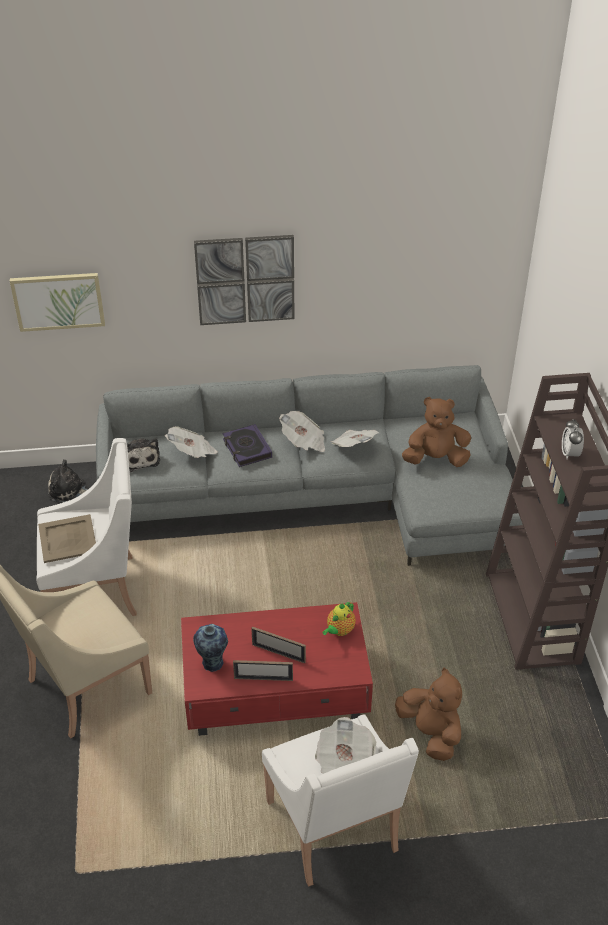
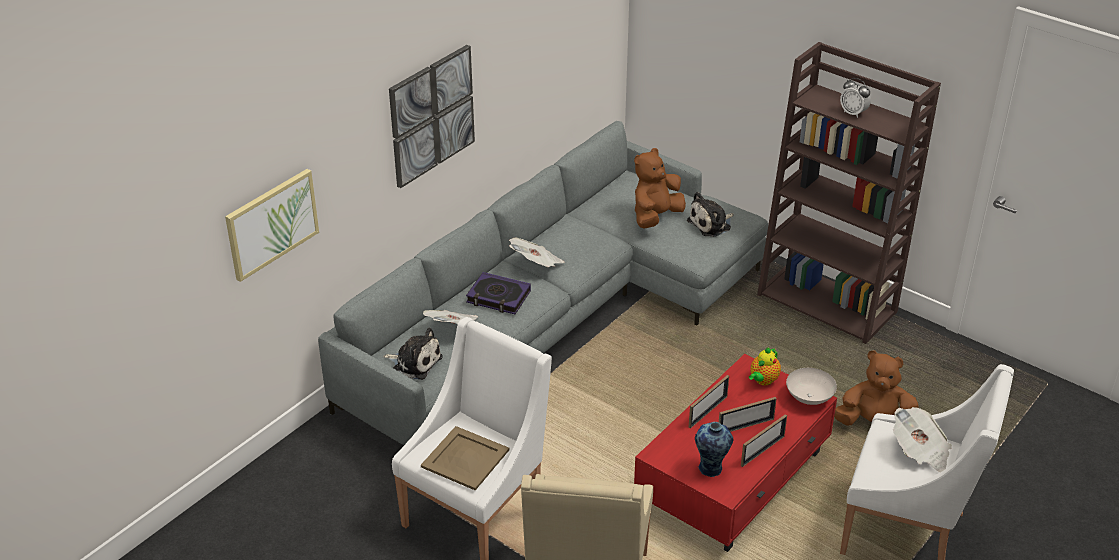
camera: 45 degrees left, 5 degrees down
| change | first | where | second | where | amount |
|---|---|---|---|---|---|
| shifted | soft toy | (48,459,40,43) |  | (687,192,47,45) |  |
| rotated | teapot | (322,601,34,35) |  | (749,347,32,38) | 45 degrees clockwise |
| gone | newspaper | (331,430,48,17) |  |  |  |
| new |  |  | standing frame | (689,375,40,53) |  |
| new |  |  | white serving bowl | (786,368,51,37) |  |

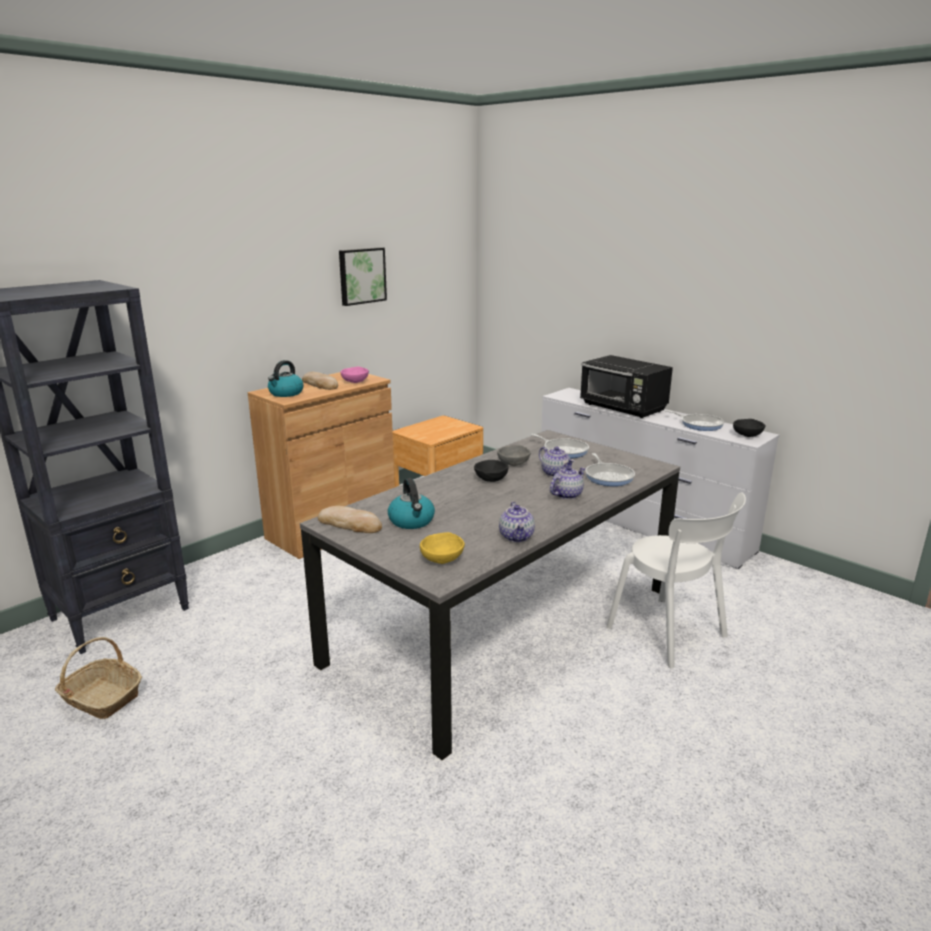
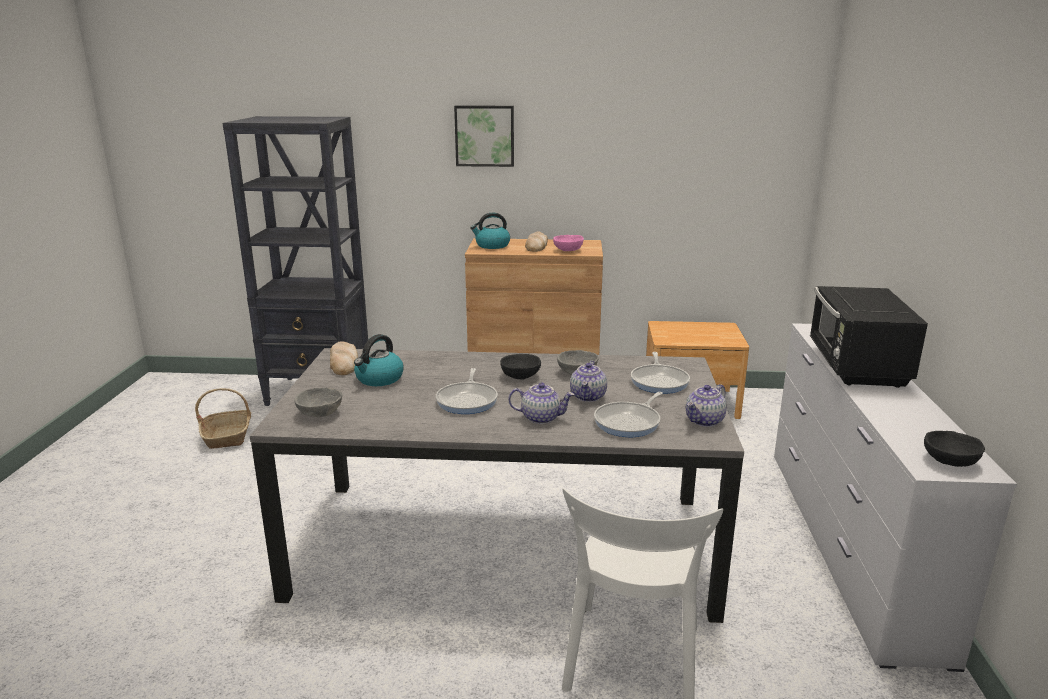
camera: 50 degrees right, 0 degrees up
| change | first | where | second | where | amount |
|---|---|---|---|---|---|
| shifted | wall art | (339,247,48,59) |  | (454,105,60,62) |  |
| repainted | yellow-coloured serving bowl | (420,532,45,32) | grey serving bowl | (295,387,47,30) |  |
| shifted | teapot | (499,502,36,40) |  | (686,384,41,43) |  |
| shifted | frying pan | (665,410,59,21) |  | (436,368,62,46) |  |

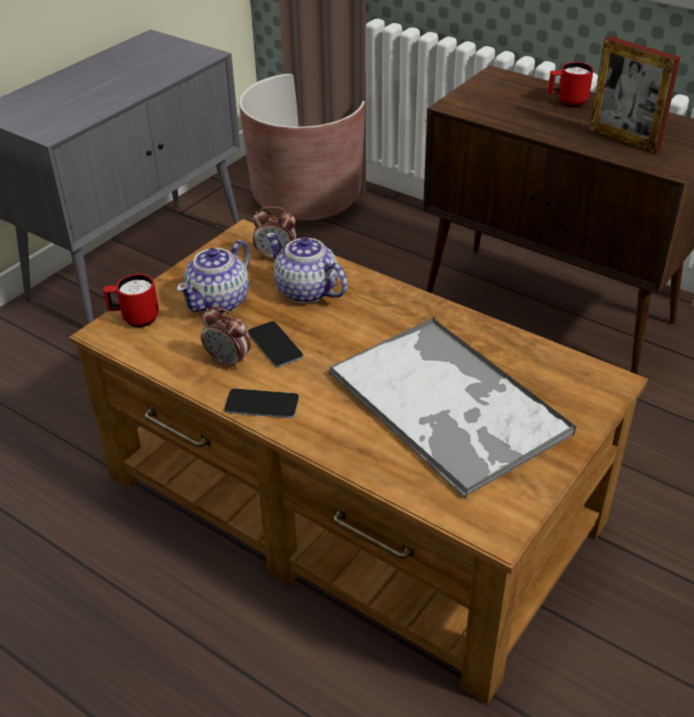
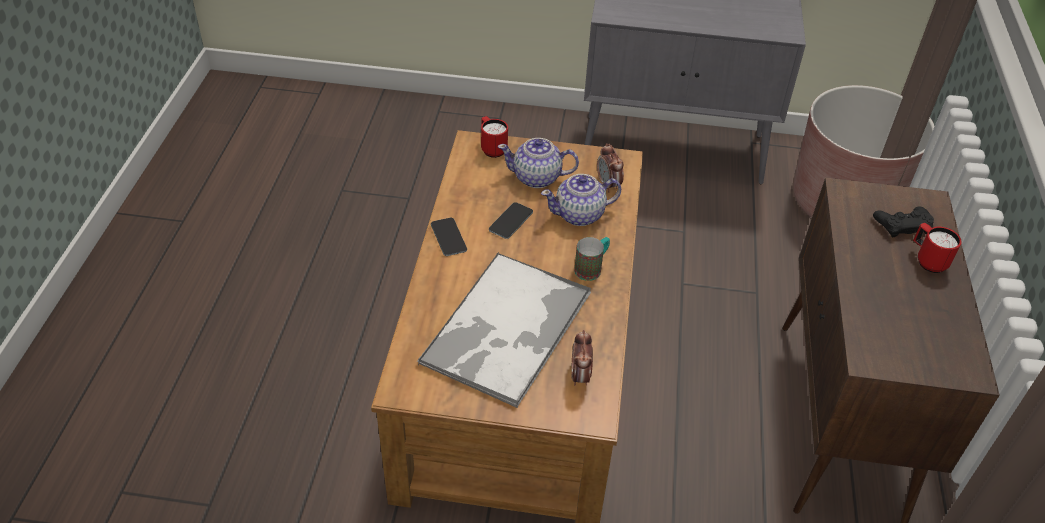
camera: 60 degrees right, 5 degrees up
| change | first | where | second | where | amount |
|---|---|---|---|---|---|
| shifted | bedside clock | (201,306,50,64) |  | (571,330,22,56) |  |
| rotated | teapot | (266,233,82,70) |  | (541,174,80,52) | 120 degrees counterclockwise |
| gone | standing frame | (590,36,91,117) |  |  |  |
| new |  |  | tea mug | (574,237,36,44) |  |
| new |  |  | black game controller | (873,206,61,31) |  |

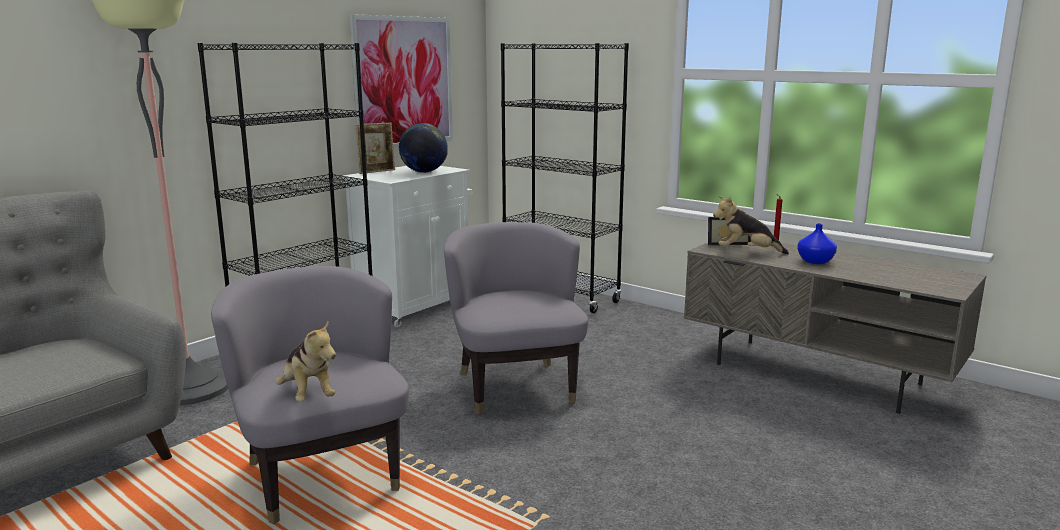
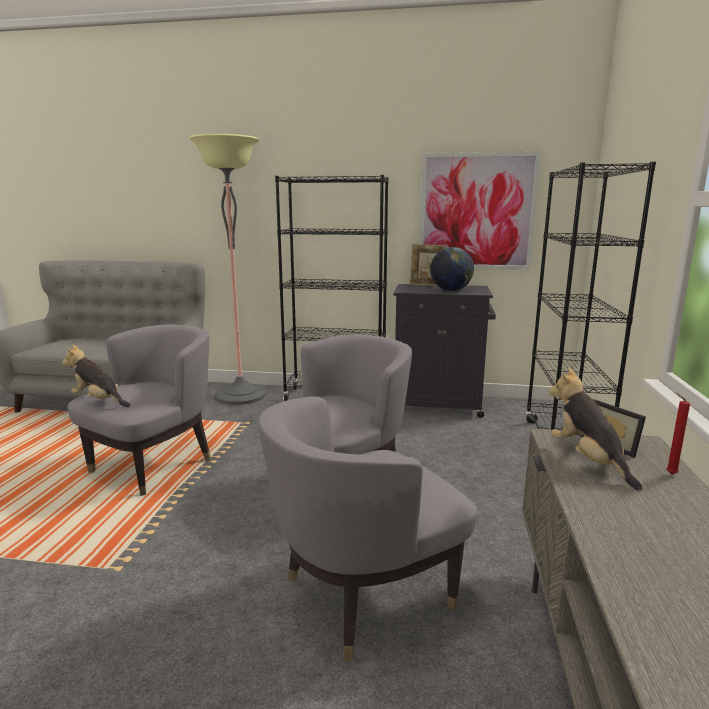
camera: 60 degrees right, 0 degrees up
| change | first | where | second | where | amount |
|---|---|---|---|---|---|
| rotated | soft toy | (275,320,61,81) |  | (62,344,68,63) | 90 degrees clockwise |
| repainted | white cupboard | (342,166,130,162) | black cupboard | (393,284,103,134) |  |
| gone | blue decorative vase | (797,223,40,41) |  |  |  |
| new |  |  | grey lounge chair | (258,396,219,266) |  |

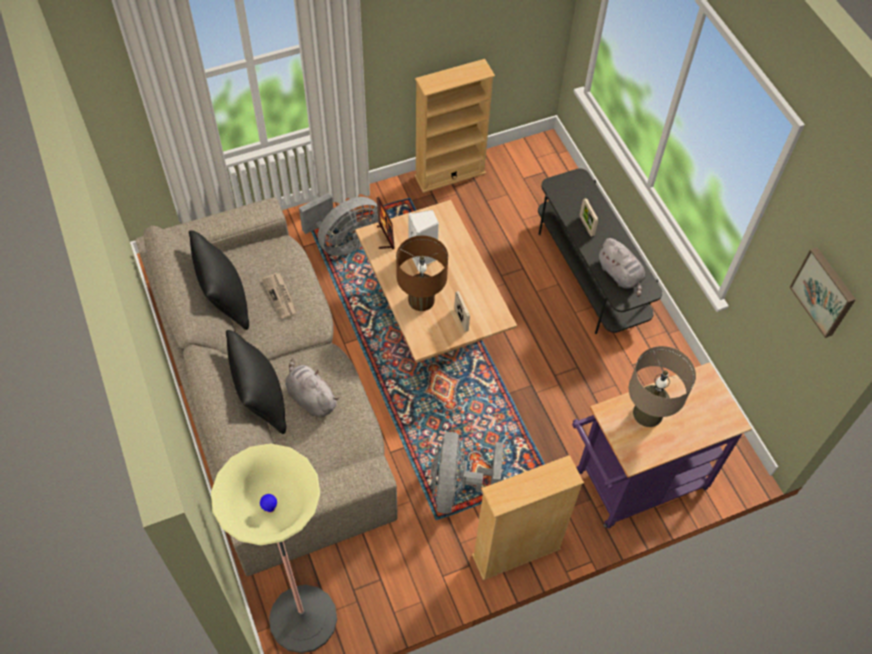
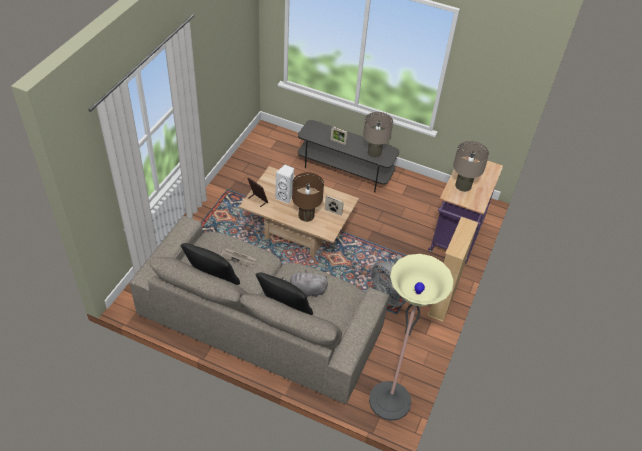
camera: 45 degrees left, 10 degrees down
| change | first | where | second | where | amount |
|---|---|---|---|---|---|
| gone | grey fan | (299,193,79,63) |  |  |  |
| gone | beige-coloured bookshelf | (414,59,81,134) |  |  |  |
| swapped | grey soft toy | (598,238,47,59) | beige-coloured lamp for a table | (363,112,30,46) |  |
| gone | wall art | (790,247,66,91) |  |  |  |

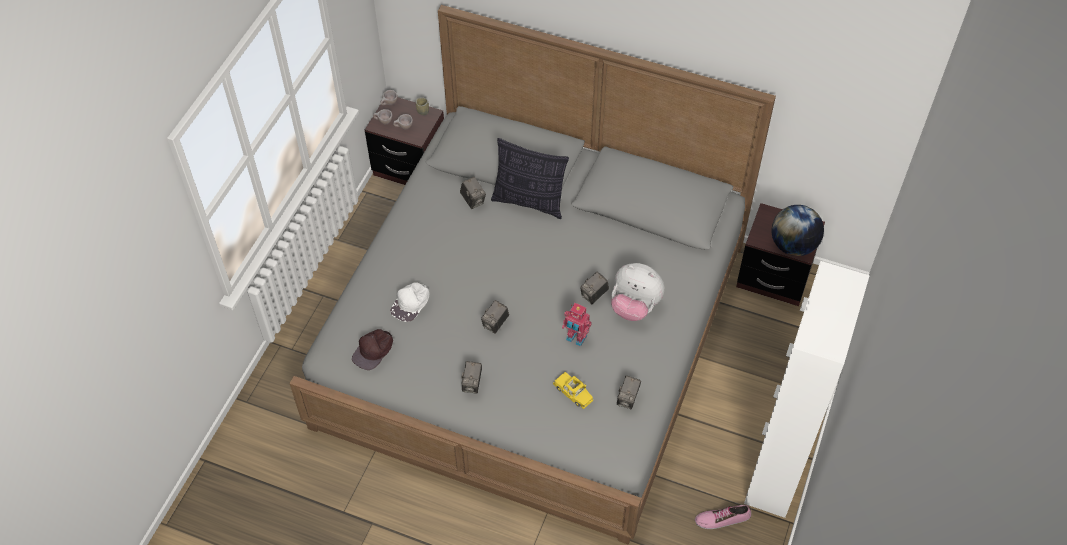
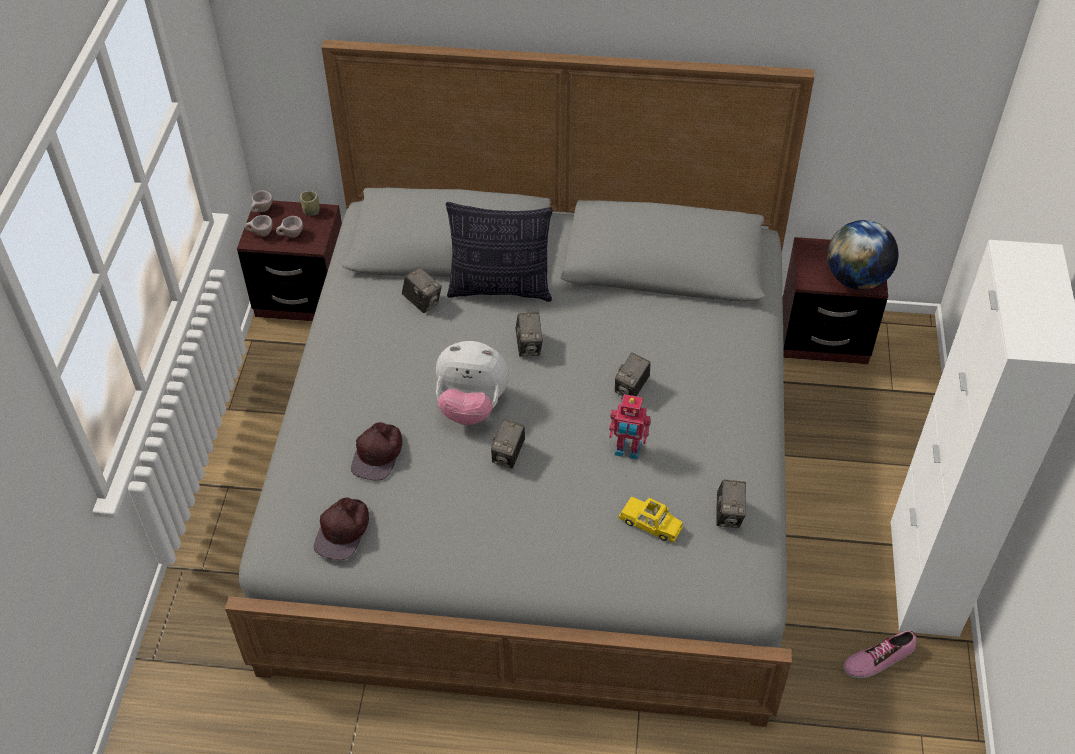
camera: 15 degrees left, 5 degrees down
| change | first | where | second | where | amount |
|---|---|---|---|---|---|
| repainted | white cap | (390,282,40,40) | brown-coloured cap | (351,422,51,58) |  |
| shifted | still camera | (461,361,21,33) |  | (515,313,28,44) |  |
| shifted | soft toy | (611,263,54,58) |  | (436,341,73,84) |  |

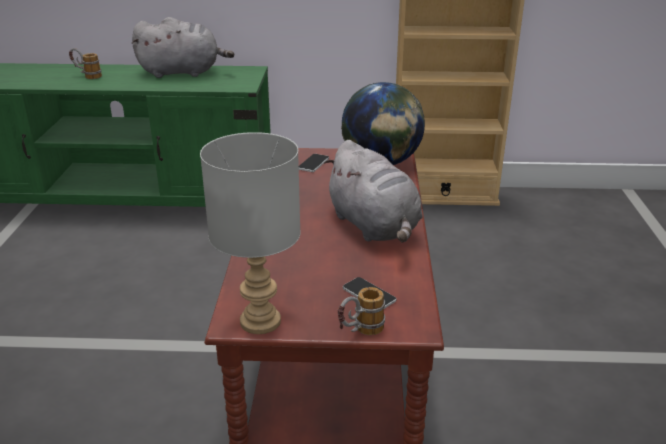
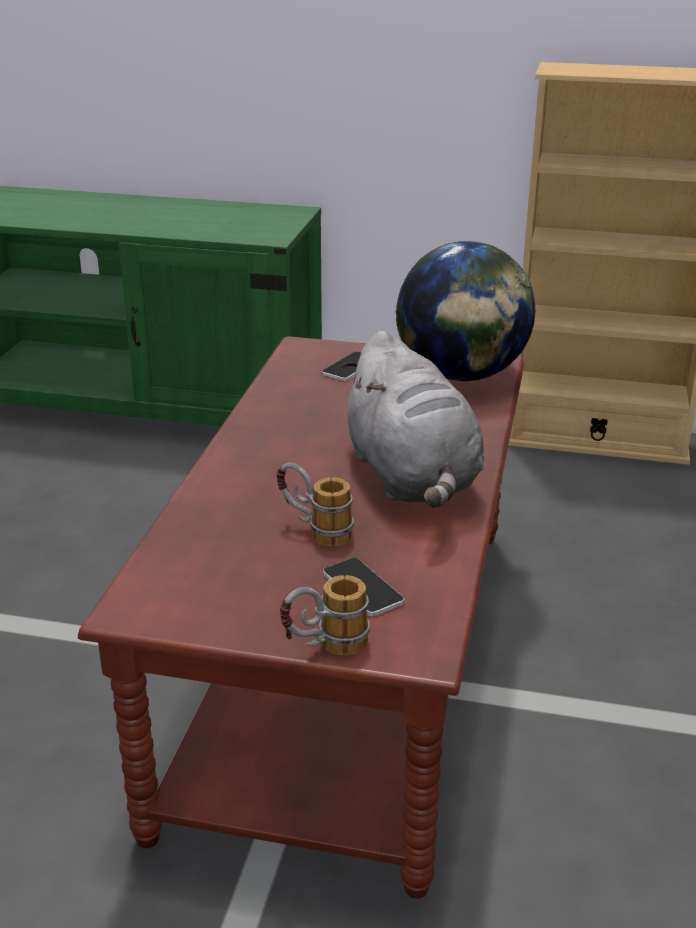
camera: 10 degrees right, 0 degrees up
| change | first | where | second | where | amount |
|---|---|---|---|---|---|
| shifted | tea mug | (69,48,33,31) |  | (277,463,77,84) |  |
| gone | grey soft toy | (132,17,102,61) |  |  |  |
| gone | grey lamp for a table | (200,132,101,202) |  |  |  |

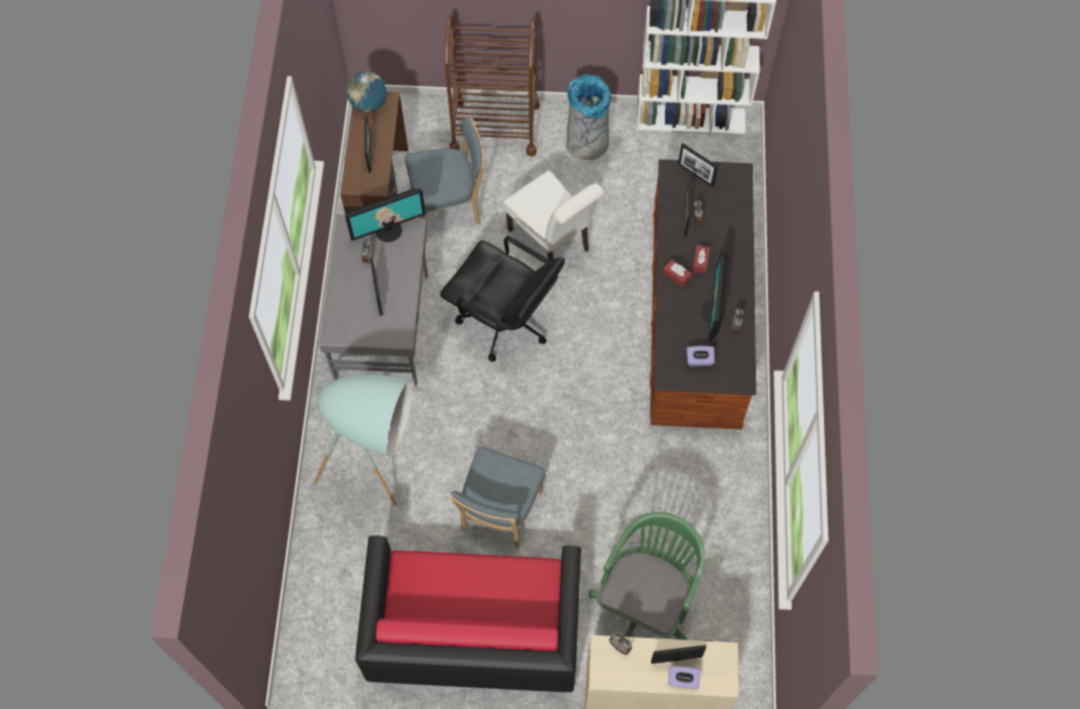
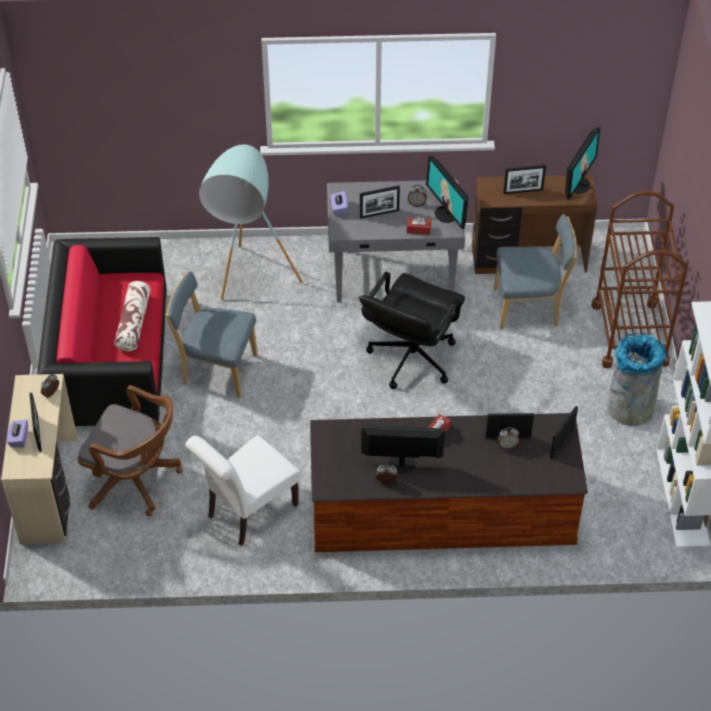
camera: 85 degrees right, 15 degrees down
| change | first | where | second | where | amount |
|---|---|---|---|---|---|
| swapped | globe | (346,72,41,40) | monitor | (565,127,35,73) |  |
| rotated | blue upright chair | (405,116,80,108) |  | (494,214,83,116) | 75 degrees counterclockwise |
| shifted | white upright chair | (503,170,101,91) |  | (185,435,116,111) |  |
| repainted | green desk chair | (589,512,116,128) | brown-coloured desk chair | (78,385,105,131) |  |
| shifted | purple tissue holder | (687,346,28,20) |  | (331,191,17,24) |  |
| shifted | reddish tissue holder | (692,245,18,29) |  | (407,216,24,19) |  |
| new |  |  | throw pillow | (114,281,37,70) |  |

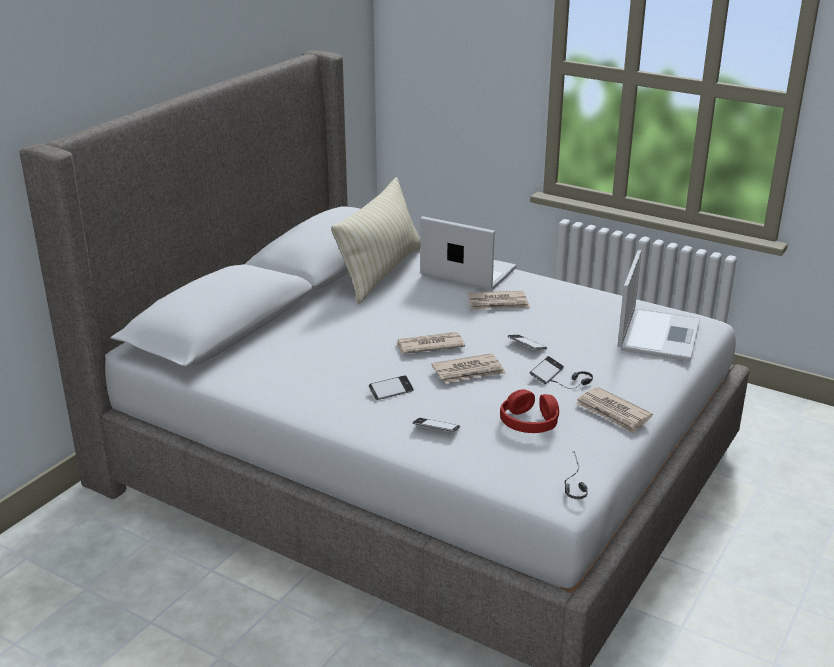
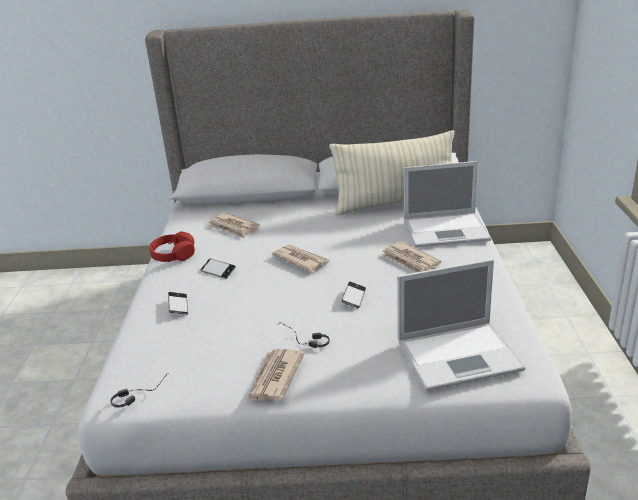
camera: 60 degrees right, 0 degrees up
| change | first | where | second | where | amount |
|---|---|---|---|---|---|
| rotated | notebook computer | (420,216,97,75) |  | (404,161,87,87) | 90 degrees clockwise |
| shifted | newspaper | (431,353,75,30) |  | (208,213,52,25) |  |
| shifted | reddish headphones | (500,389,59,44) |  | (149,232,46,30) |  |
| gone | telephone | (530,356,34,28) |  |  |  |

